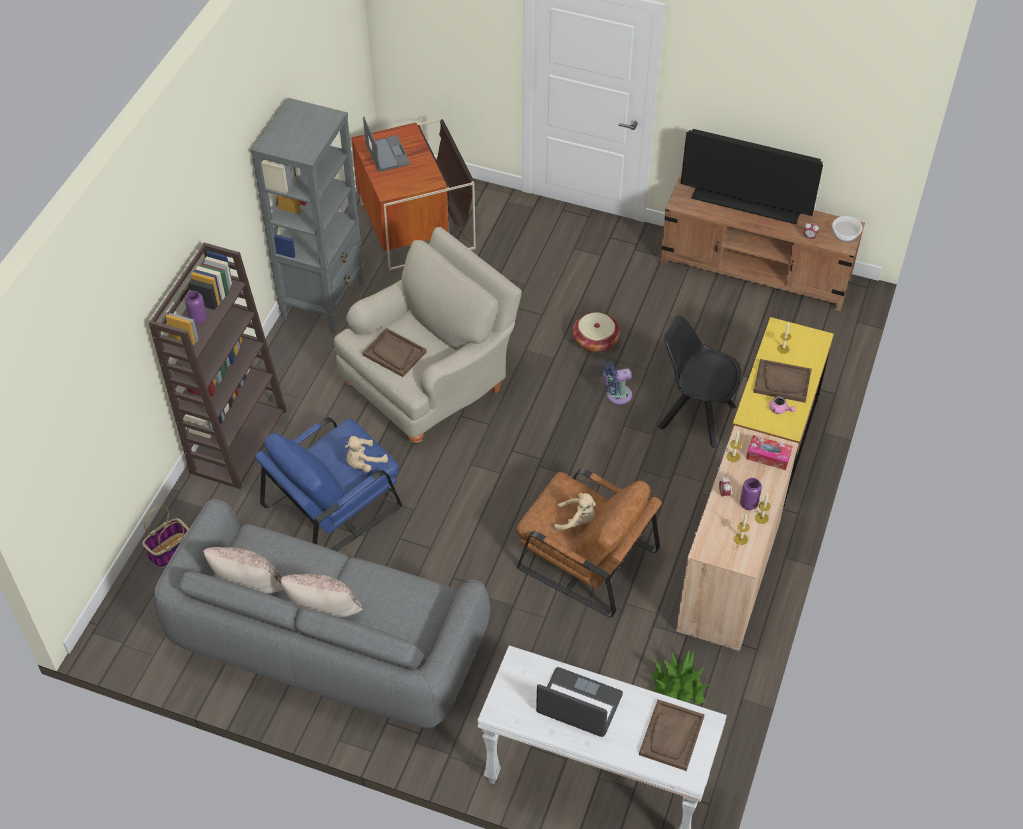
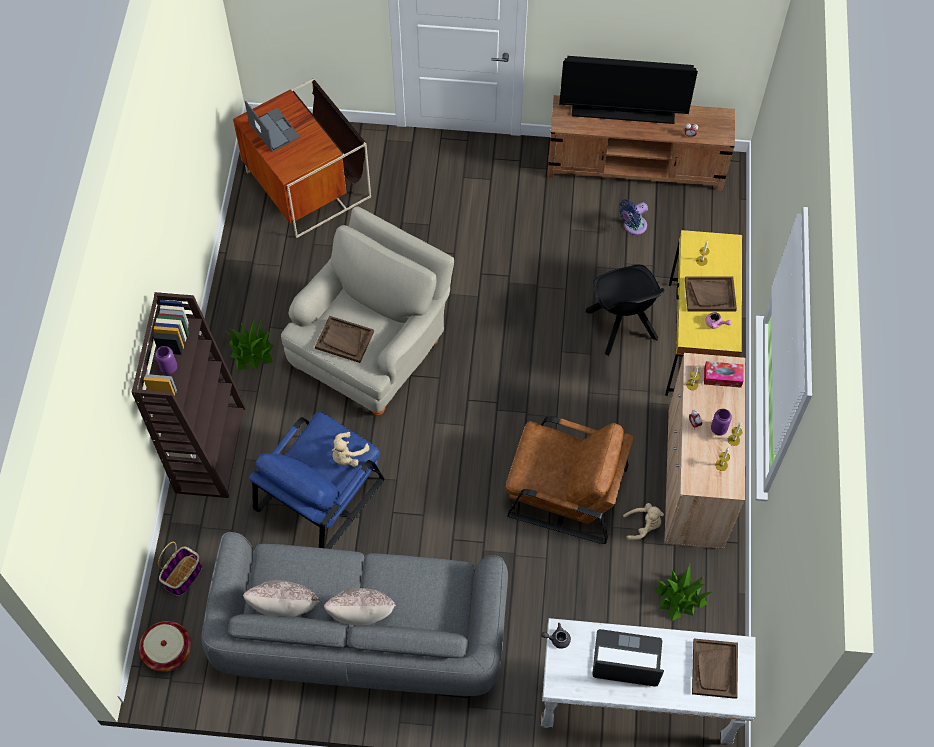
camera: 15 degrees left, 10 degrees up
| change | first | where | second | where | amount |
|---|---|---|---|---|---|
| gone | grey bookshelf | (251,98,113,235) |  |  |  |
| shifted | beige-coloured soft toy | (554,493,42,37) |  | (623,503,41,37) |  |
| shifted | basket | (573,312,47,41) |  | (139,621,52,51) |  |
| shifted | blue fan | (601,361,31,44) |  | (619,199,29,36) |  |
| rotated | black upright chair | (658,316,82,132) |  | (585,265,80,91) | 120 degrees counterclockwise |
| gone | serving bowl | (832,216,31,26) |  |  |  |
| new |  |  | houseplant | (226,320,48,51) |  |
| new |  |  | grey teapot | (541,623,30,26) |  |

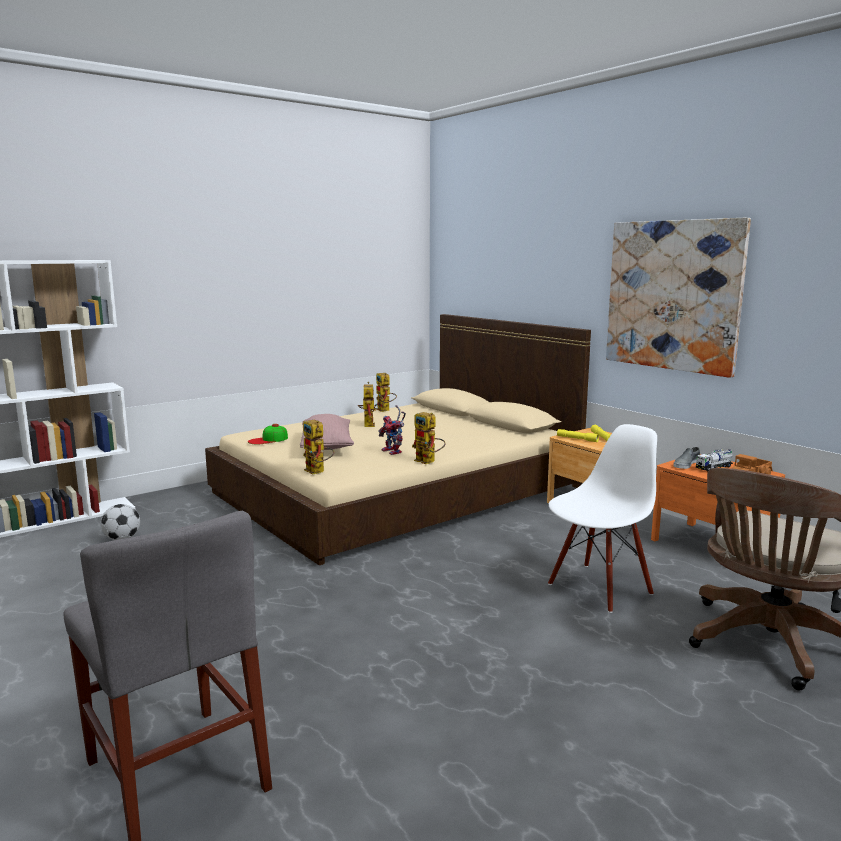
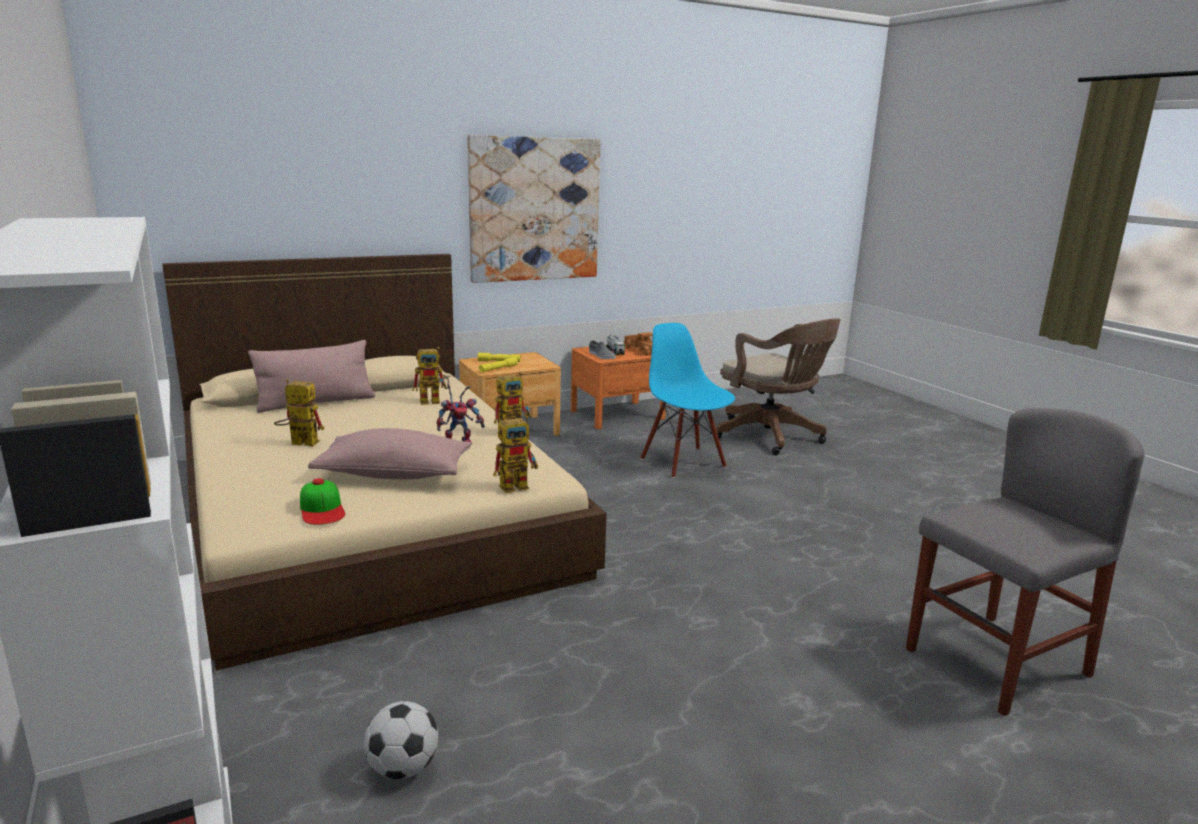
camera: 80 degrees left, 5 degrees up
| change | first | where | second | where | amount |
|---|---|---|---|---|---|
| shifted | model robot | (376,373,21,39) |  | (413,347,36,58) |  |
| repainted | white upright chair | (548,424,109,189) | blue upright chair | (641,323,94,155) |  |
| new |  |  | pinkish throw pillow | (248,340,127,73) |  |

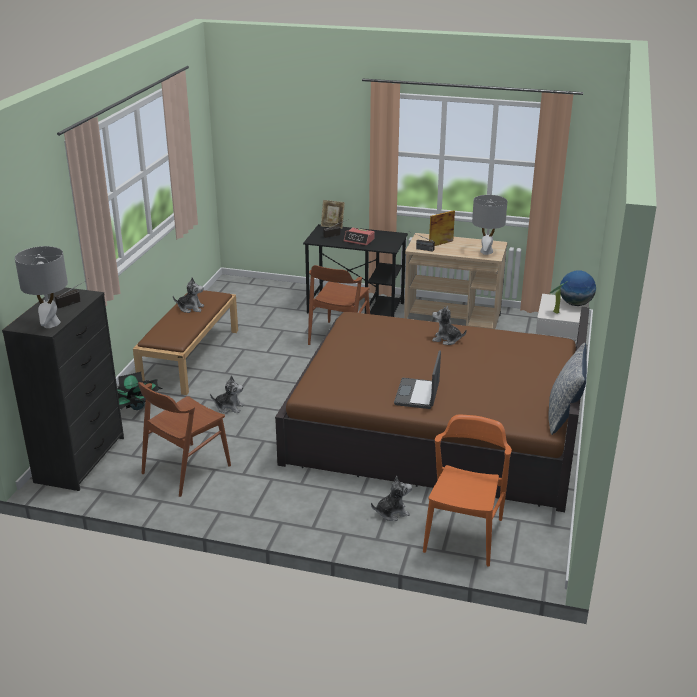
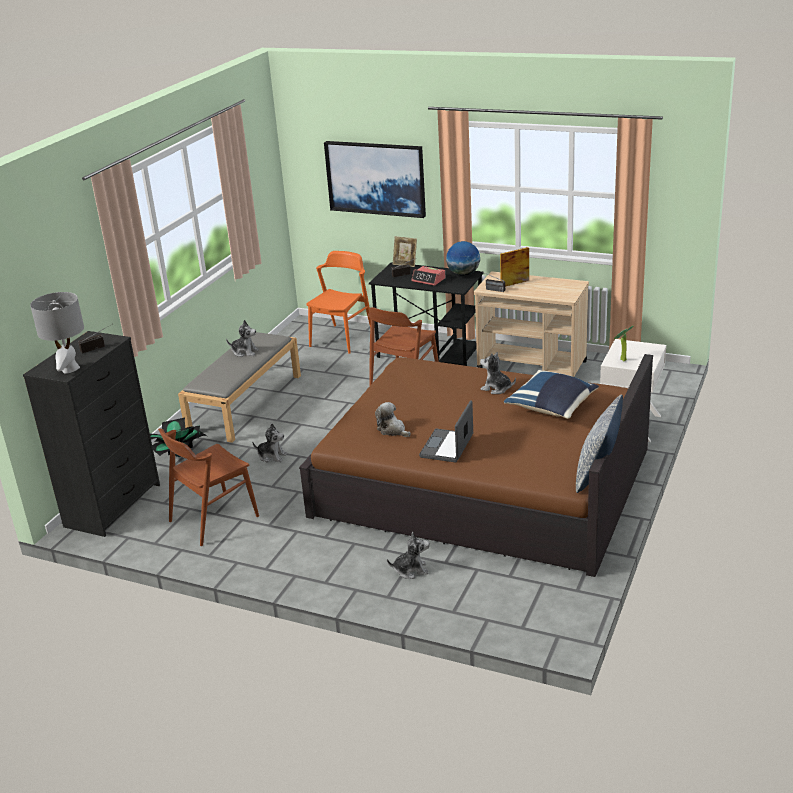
camera: 10 degrees right, 0 degrees up
| change | first | where | second | where | amount |
|---|---|---|---|---|---|
| repainted | brown-coloured long seat | (133,290,105,105) | grey long seat | (178,332,123,111) |  |
| shifted | orange-coloured upright chair | (423,415,89,152) |  | (307,251,64,103) |  |
| gone | grey lamp for a table | (472,195,35,60) |  |  |  |
| shifted | globe | (560,270,36,36) |  | (446,241,34,35) |  |
| new |  |  | wall art | (324,141,102,77) |  |
| new |  |  | soft toy | (375,402,36,35) |  |
| new |  |  | blue throw pillow | (504,370,95,49) |  |

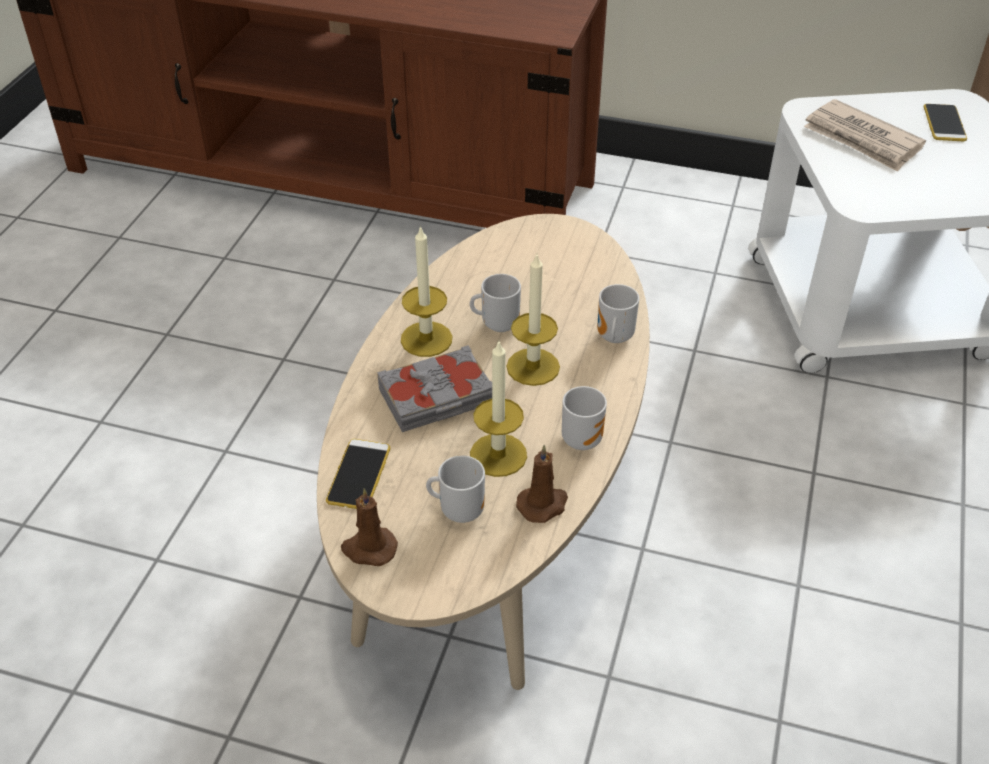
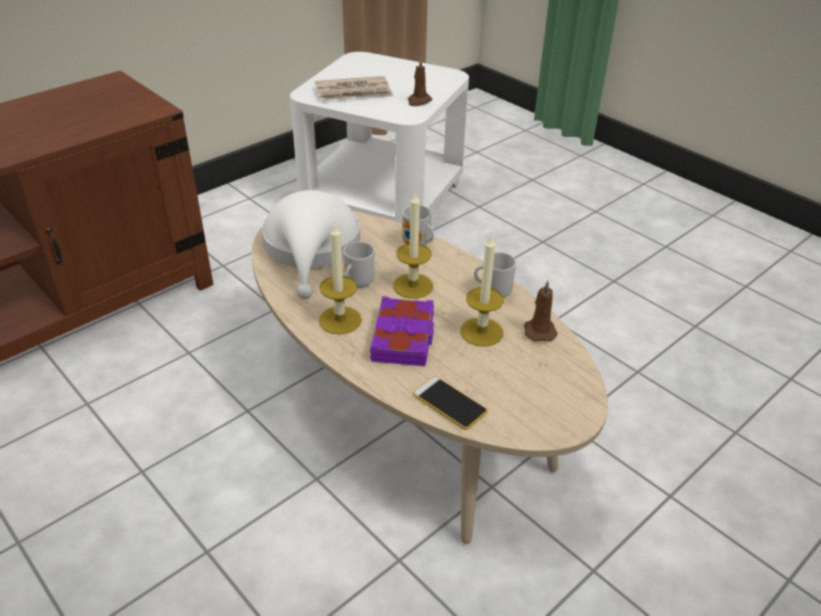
camera: 60 degrees left, 5 degrees down
| change | first | where | second | where | amount |
|---|---|---|---|---|---|
| shifted | brown-coloured wax light | (341,488,57,78) |  | (408,58,24,48) |  |
| repainted | grey bound book | (377,345,115,87) | purple bound book | (370,296,64,70) |  |
| gone | tea mug | (426,455,59,68) |  |  |  |
| gone | telephone | (924,104,43,37) |  |  |  |
| new |  |  | white wearable hat | (262,190,98,109) |  |

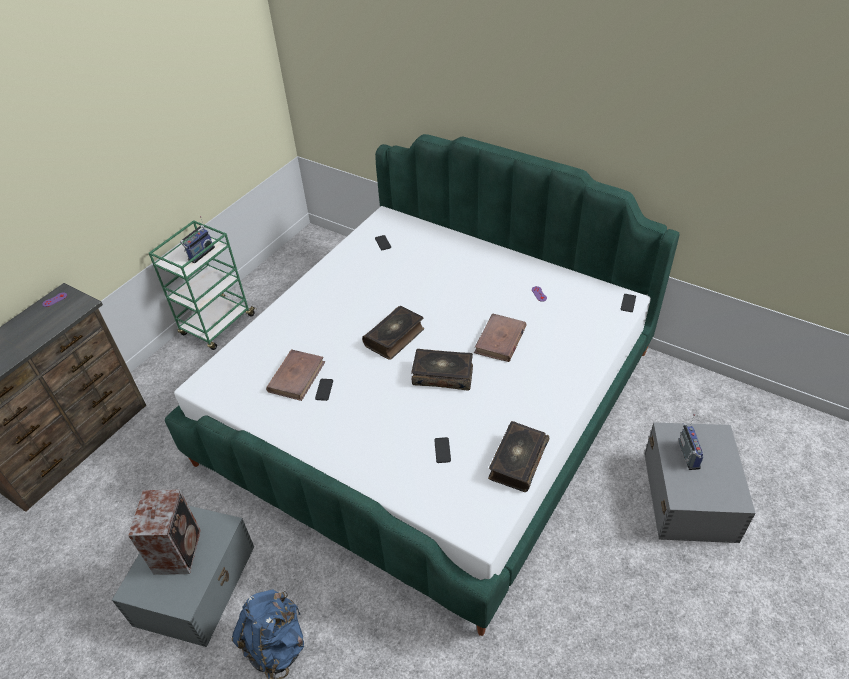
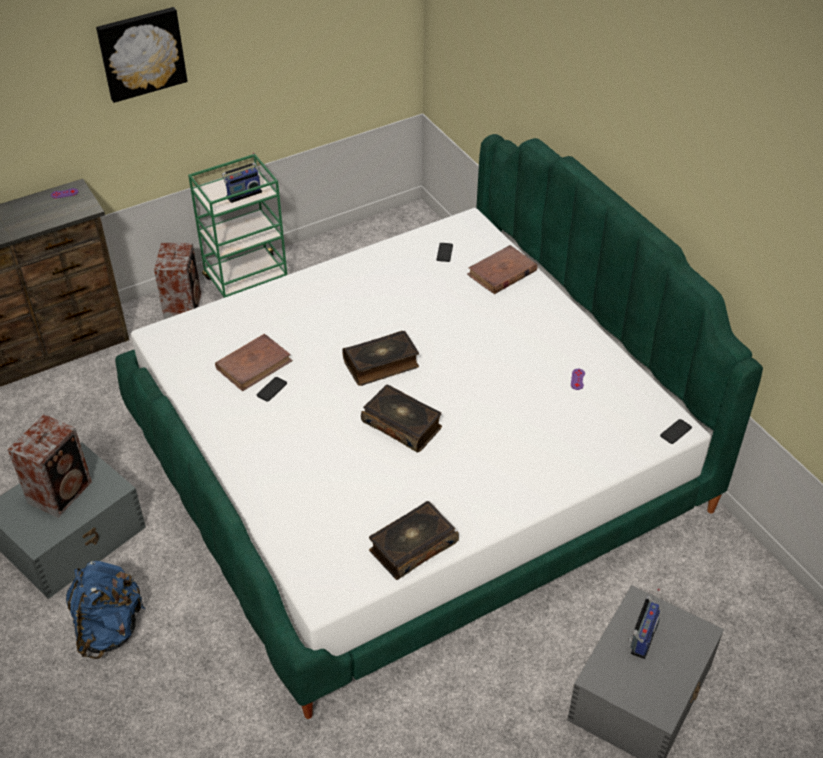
camera: 25 degrees right, 0 degrees up
| change | first | where | second | where | amount |
|---|---|---|---|---|---|
| gone | telephone | (434,437,17,26) |  |  |  |
| shifted | brown-coloured bound book | (474,313,53,49) |  | (467,245,70,49) |  |
| new |  |  | wall art | (96,7,91,96) |  |
| new |  |  | loudspeaker | (154,243,47,76) |  |

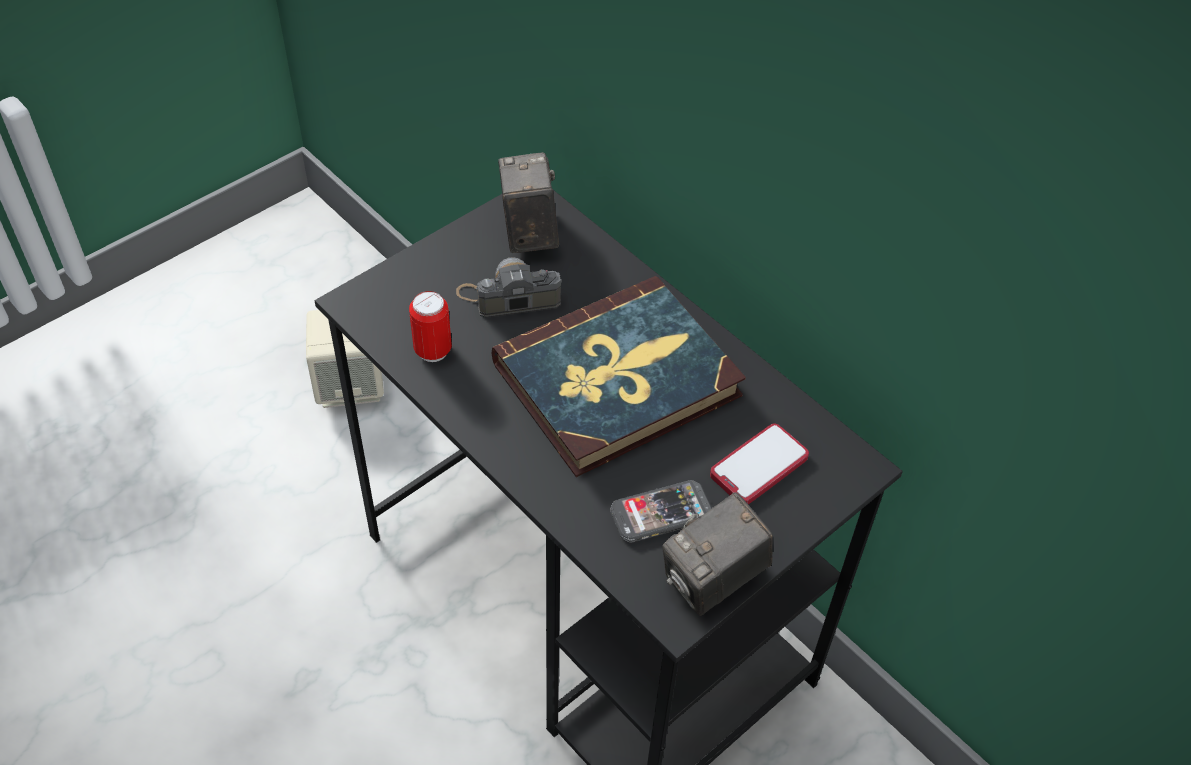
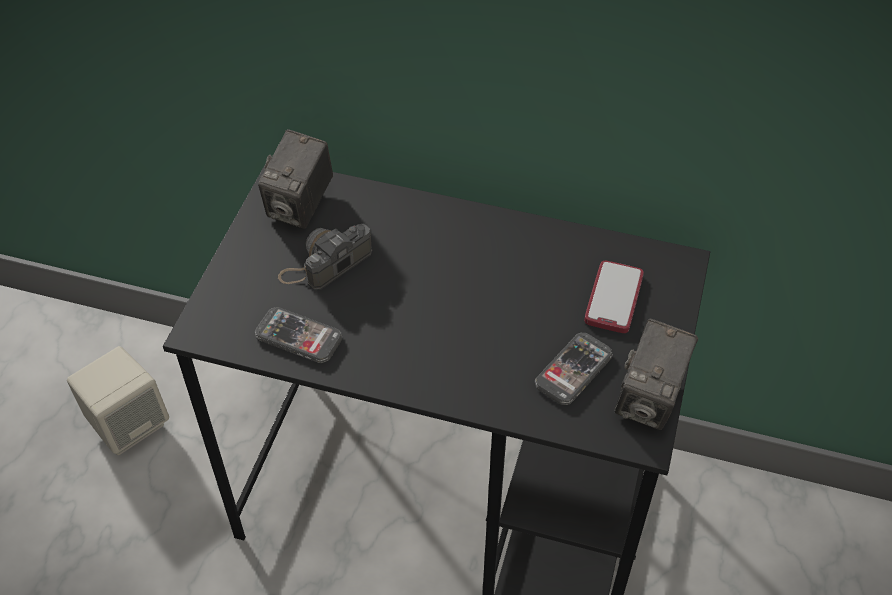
camera: 30 degrees left, 0 degrees up
| change | first | where | second | where | amount |
|---|---|---|---|---|---|
| swapped | metal can | (409,291,43,71) | telephone | (255,307,87,56) |  |
| gone | bound book | (491,276,255,201) |  |  |  |
| rotated | still camera | (498,152,61,101) |  | (258,129,75,100) | 120 degrees counterclockwise |

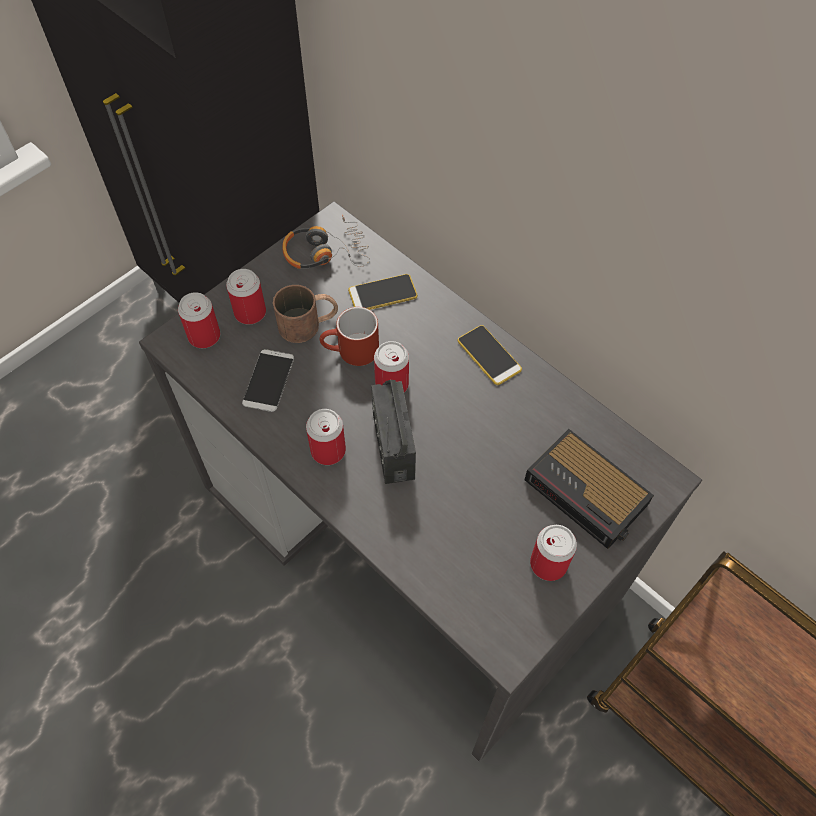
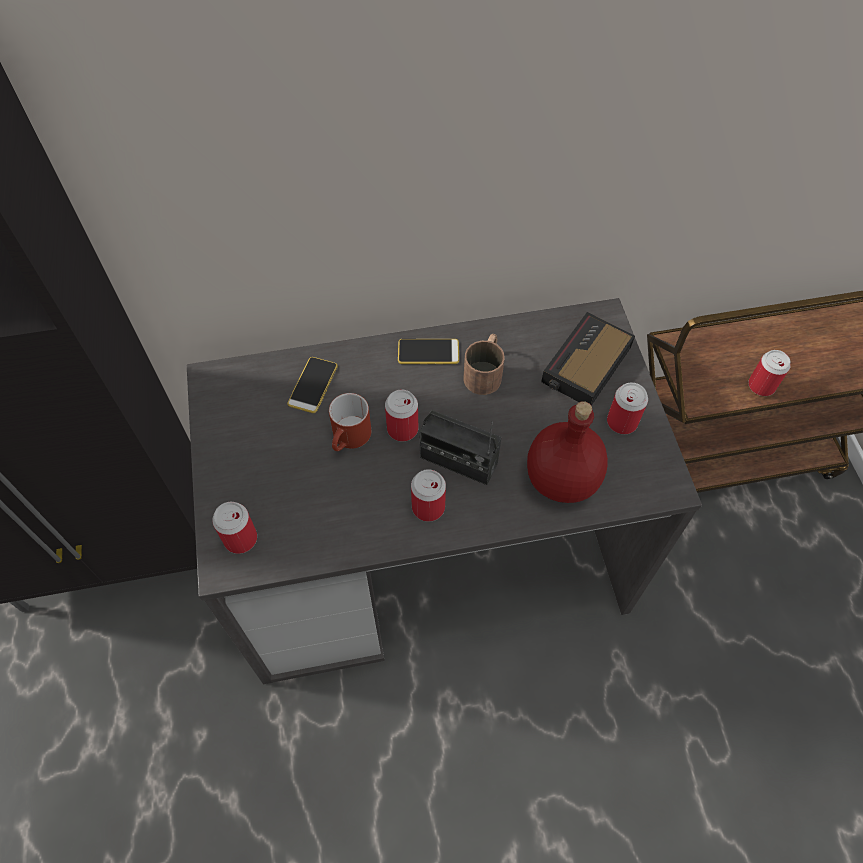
camera: 55 degrees left, 0 degrees up
| change | first | where | second | where | amount |
|---|---|---|---|---|---|
| shifted | metal can | (226,269,40,56) |  | (748,350,43,46) |  |
| gone | telephone | (242,349,52,63) |  |  |  |
| shifted | brown-coloured tea mug | (273,285,65,58) |  | (464,334,40,61) |  |
| gone | headphones | (282,215,88,54) |  |  |  |
| rotated | bedside clock | (524,429,130,120) |  | (541,312,94,94) | 135 degrees clockwise |
| new |  |  | reddish beverage bottle | (527,401,81,102) |  |

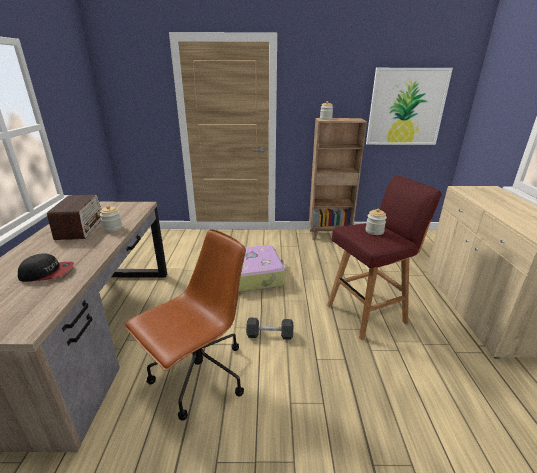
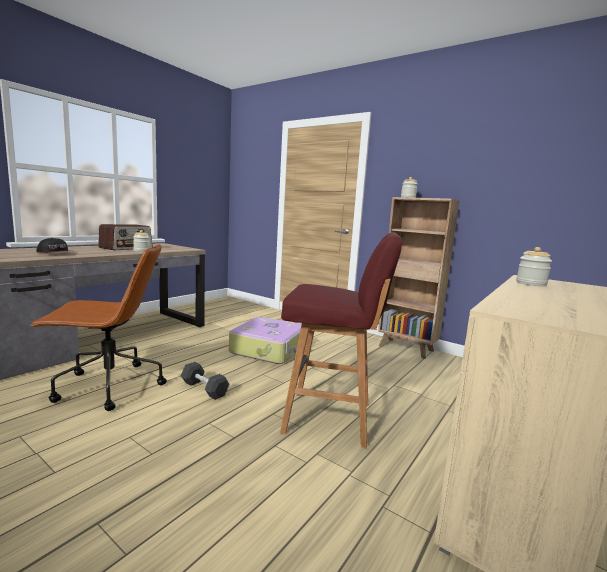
camera: 35 degrees right, 15 degrees down
| change | first | where | second | where | amount |
|---|---|---|---|---|---|
| gone | wall art | (366,68,87,77) |  |  |  |
| shifted | storage jar | (366,209,21,26) |  | (516,247,36,39) |  |

